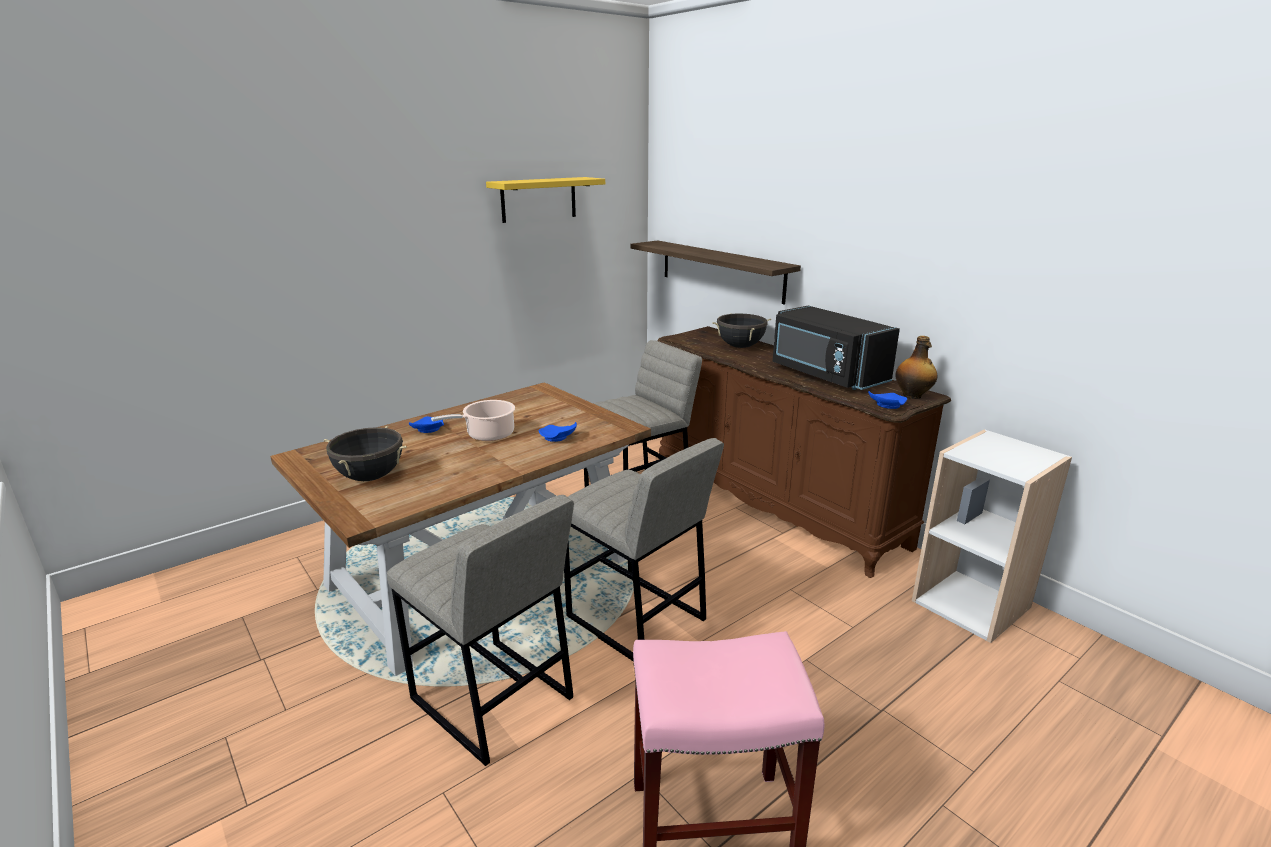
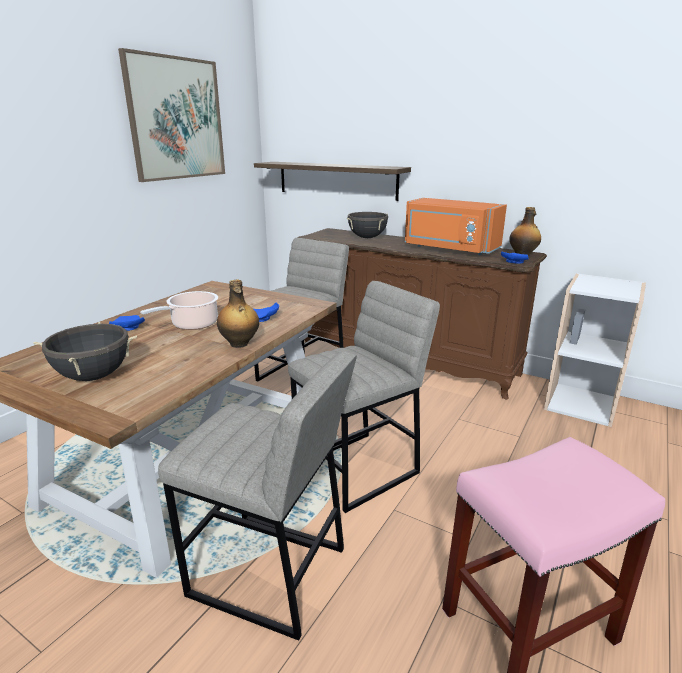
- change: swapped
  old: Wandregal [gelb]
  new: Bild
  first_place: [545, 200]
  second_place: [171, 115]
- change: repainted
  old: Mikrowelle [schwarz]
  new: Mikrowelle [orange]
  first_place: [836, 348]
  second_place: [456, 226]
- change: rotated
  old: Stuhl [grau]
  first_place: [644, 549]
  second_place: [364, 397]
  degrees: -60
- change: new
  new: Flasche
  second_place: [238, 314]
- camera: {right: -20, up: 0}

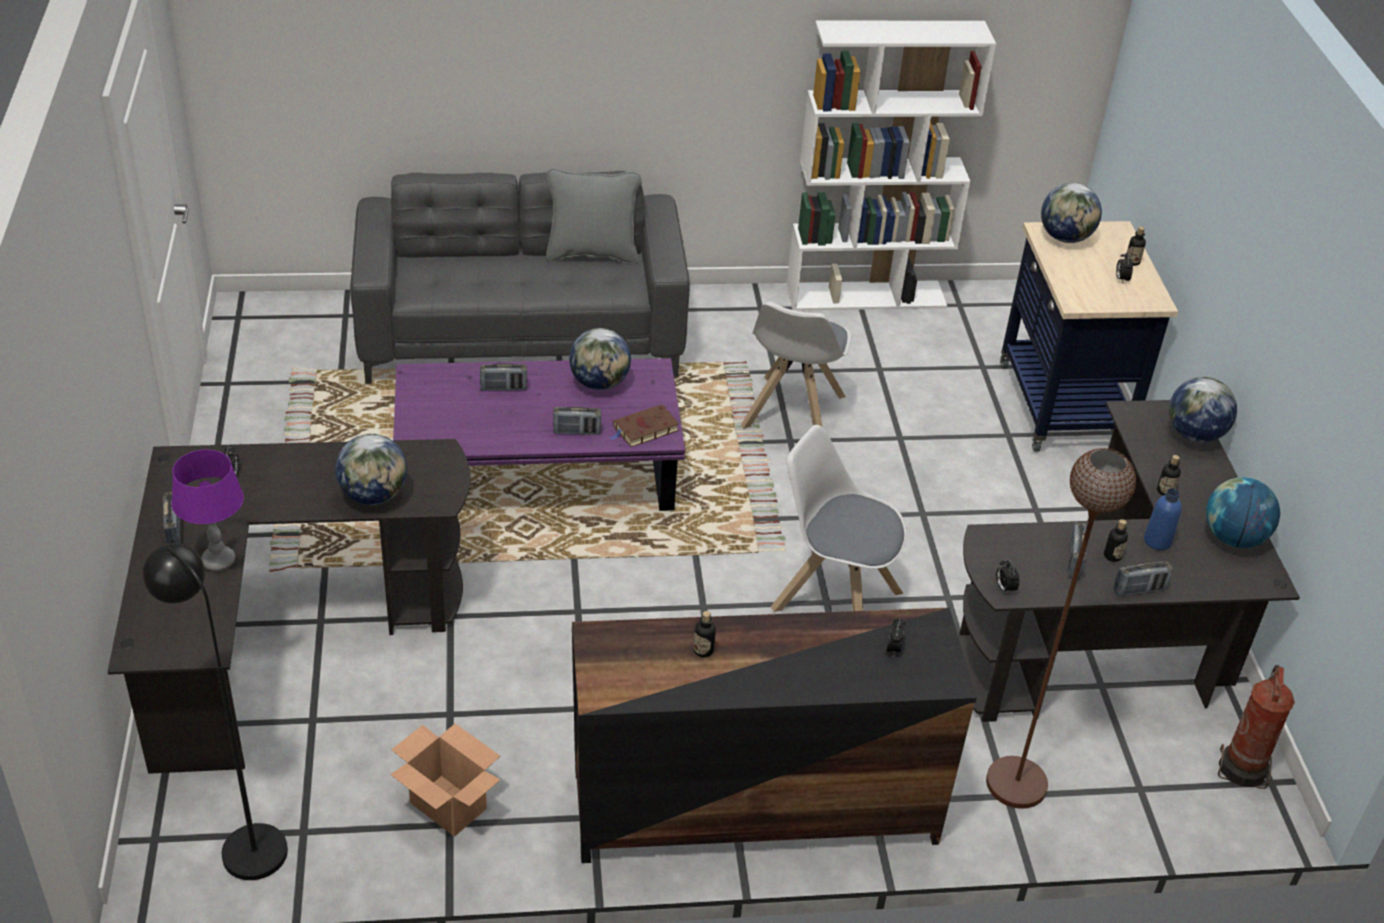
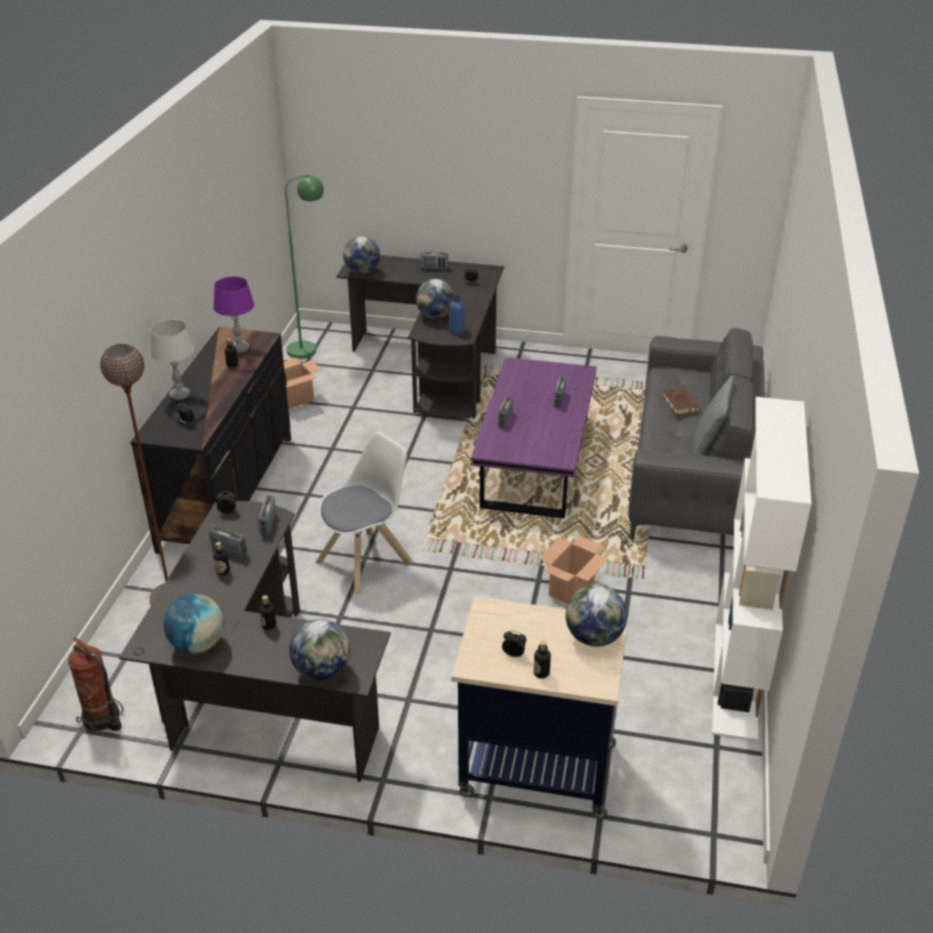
- change: swapped
  old: Stuhl
  new: Karton
  first_place: [796, 365]
  second_place: [573, 570]
- change: shifted
  old: Globus
  first_place: [600, 359]
  second_place: [361, 255]
- change: shifted
  old: Buch [braun]
  first_place: [644, 425]
  second_place: [681, 401]
- change: shifted
  old: Tischlampe [lila]
  first_place: [207, 510]
  second_place: [233, 315]
- change: shifted
  old: Flasche [blau]
  first_place: [1163, 519]
  second_place: [457, 314]
- change: repainted
  old: Stehlampe [schwarz]
  new: Stehlampe [grün]
  first_place: [215, 711]
  second_place: [304, 266]
- change: shifted
  old: Radio
  first_place: [1143, 578]
  second_place: [267, 515]
- change: new
  new: Tischlampe [grau]
  second_place: [172, 360]
- camera: {right: 110, up: -5}

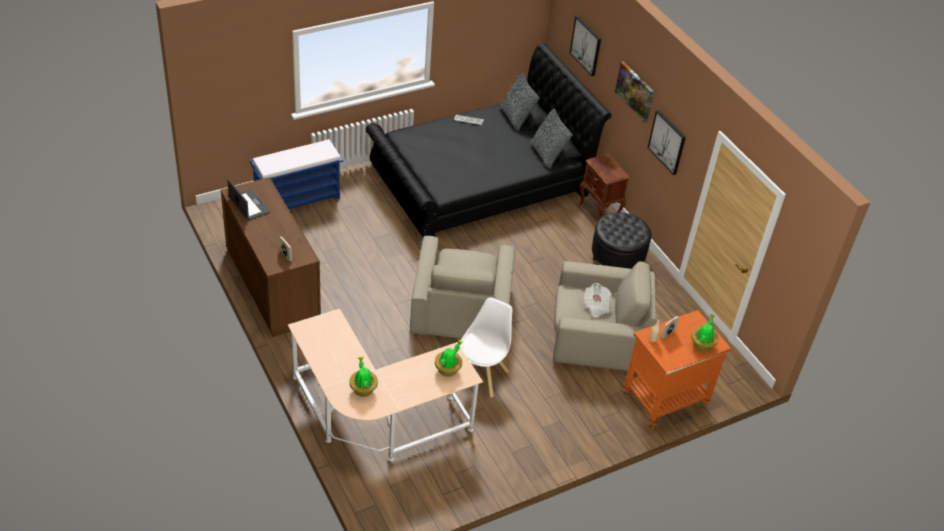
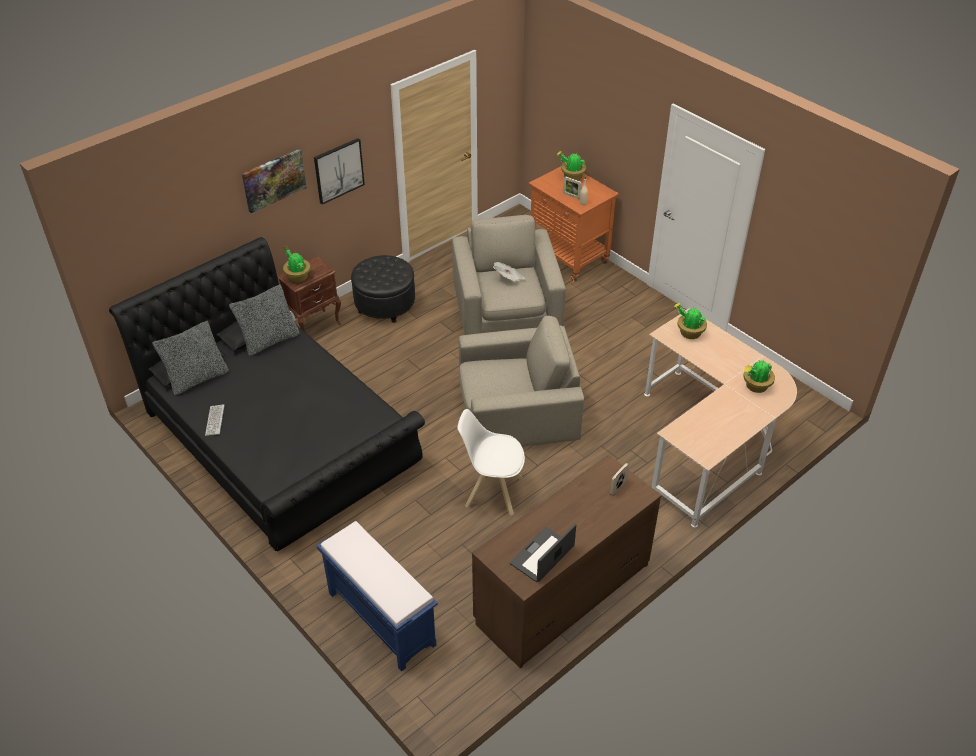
- change: gone
  old: Bild
  first_place: [585, 46]
- change: shifted
  old: Stuhl [weiß]
  first_place: [486, 348]
  second_place: [491, 462]
- change: new
  new: Topfpflanze
  second_place: [297, 263]
- camera: {right: -100, up: 0}

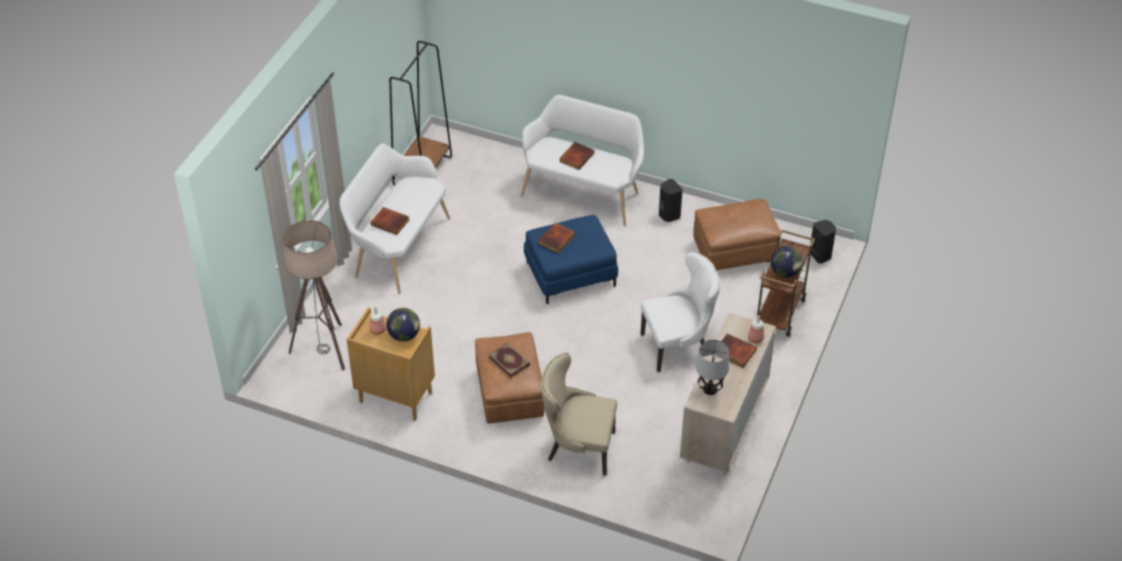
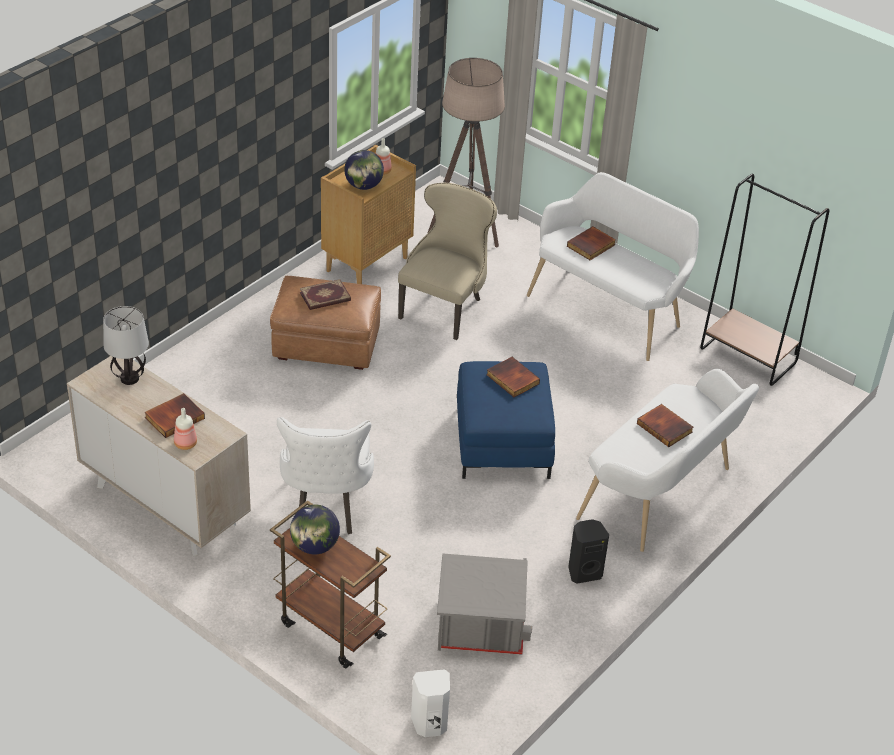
- change: swapped
  old: Polsterhocker [braun]
  new: Aufbewahrungsbox [grau]
  first_place: [737, 235]
  second_place: [484, 604]
- change: repainted
  old: Lautsprecher [schwarz]
  new: Lautsprecher [weiß]
  first_place: [823, 242]
  second_place: [430, 703]
- change: shifted
  old: Stuhl [beige]
  first_place: [579, 414]
  second_place: [447, 261]
- camera: {right: 105, up: -5}

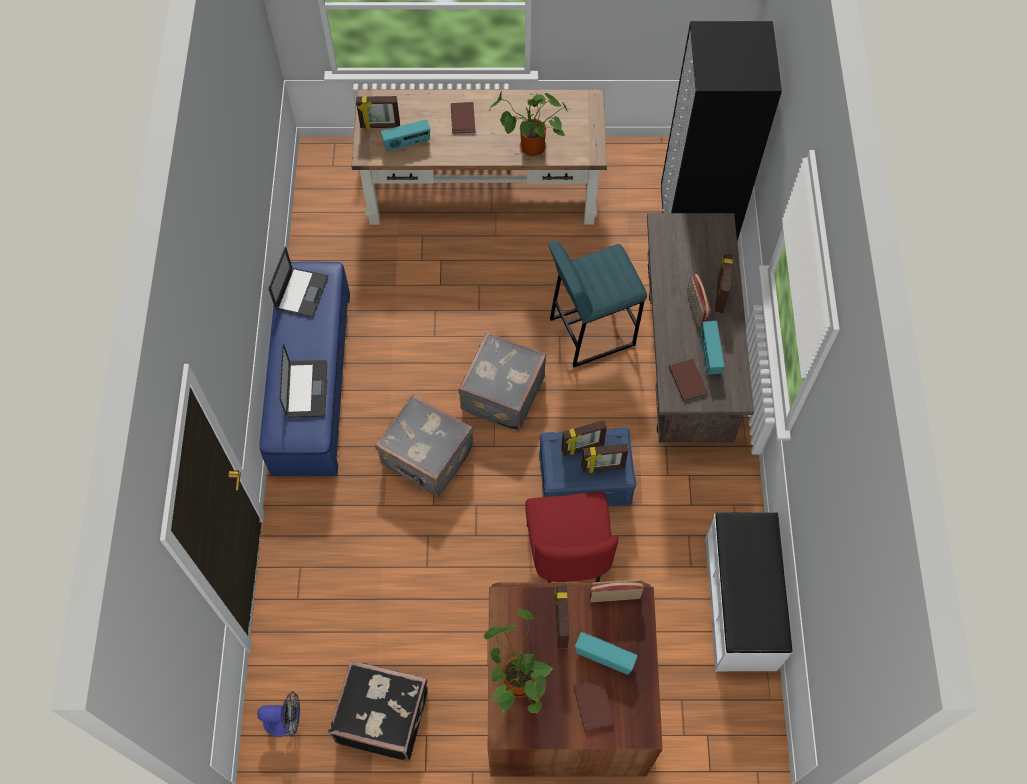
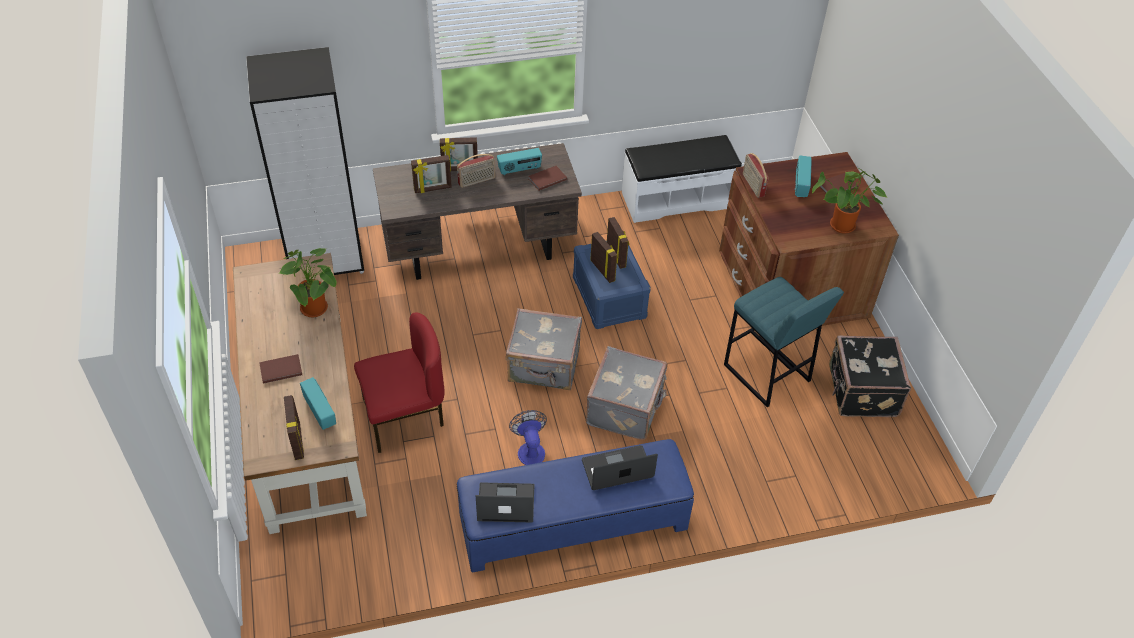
- change: shifted
  old: Hocker [türkis]
  first_place: [597, 303]
  second_place: [784, 342]
- change: shifted
  old: Stuhl [rot]
  first_place: [572, 536]
  second_place: [399, 382]
- change: shifted
  old: Bilderrahmen
  first_place: [562, 617]
  second_place: [431, 174]
- change: shifted
  old: Ventilator
  first_place: [278, 714]
  second_place: [528, 437]
- camera: {right: -105, up: -15}

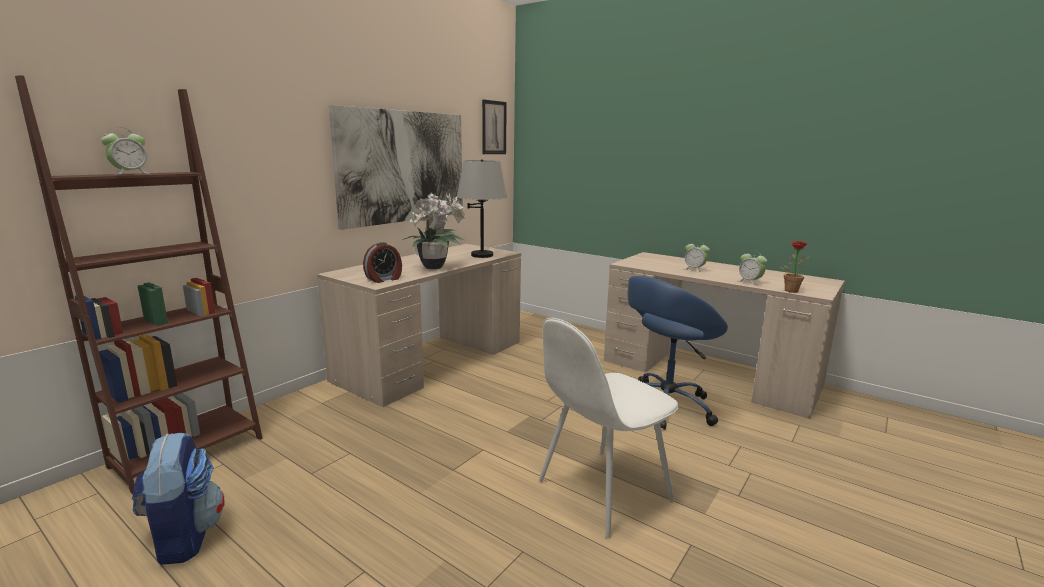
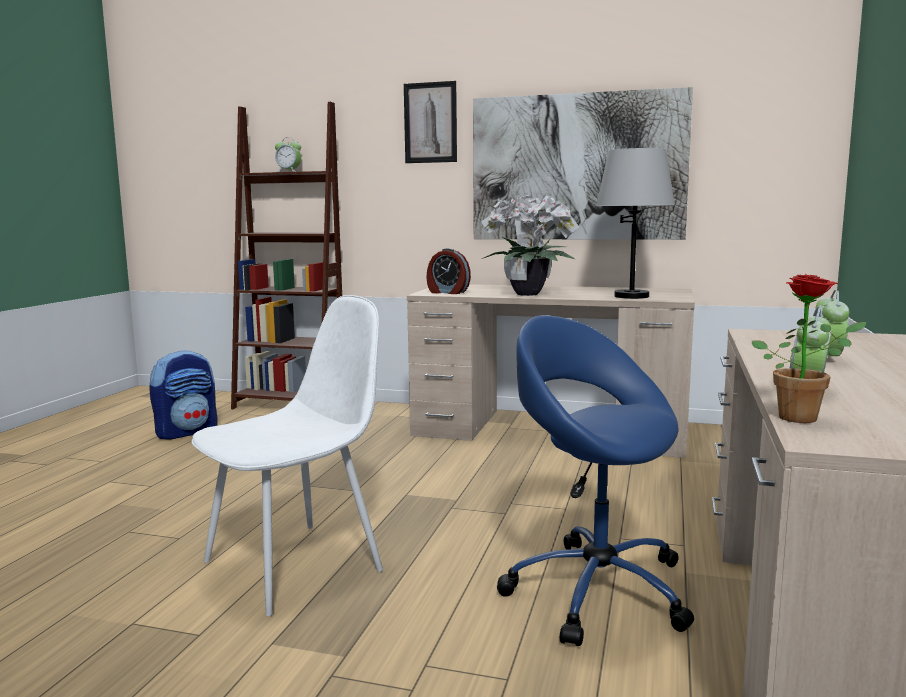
- change: shifted
  old: Bild
  first_place: [494, 126]
  second_place: [430, 122]
- change: rotated
  old: Stuhl [weiß]
  first_place: [608, 428]
  second_place: [287, 455]
  degrees: 105
- camera: {right: 70, up: -5}

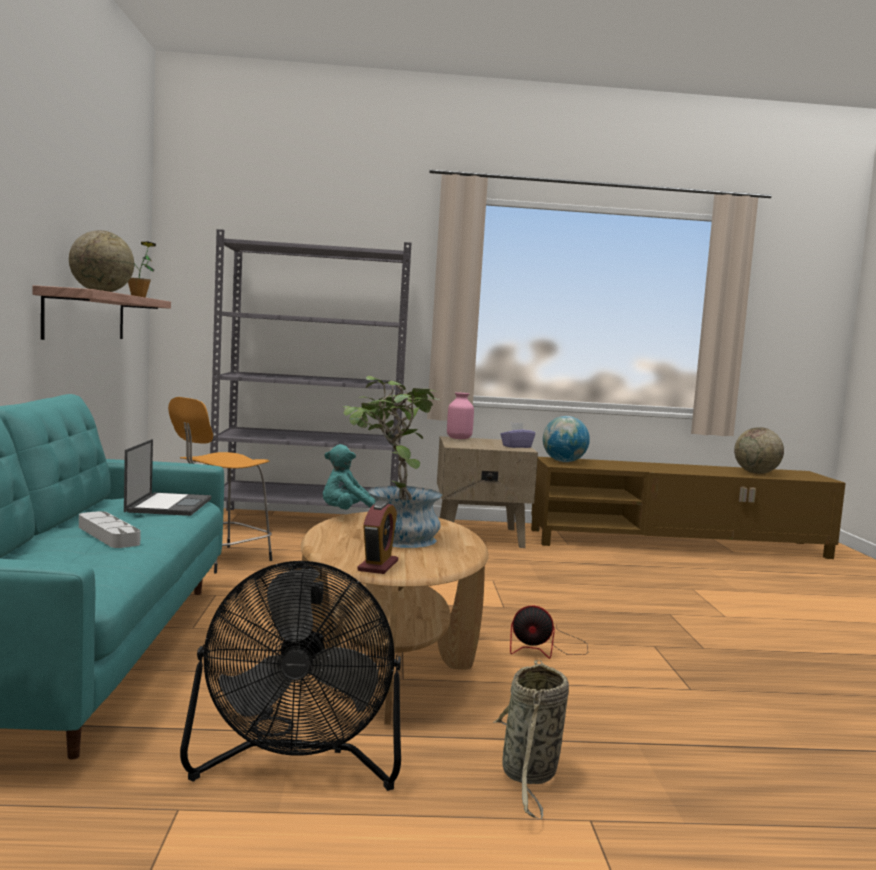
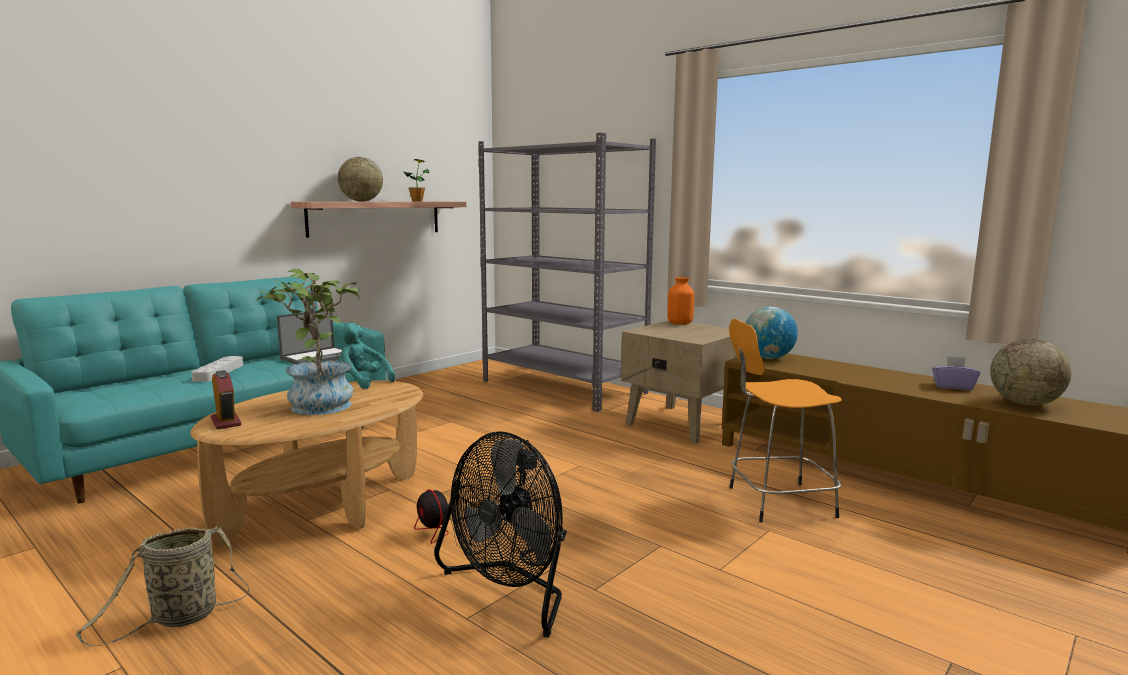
- change: repainted
  old: Vase [rosa]
  new: Vase [orange]
  first_place: [460, 415]
  second_place: [680, 301]
- change: shifted
  old: Hocker [orange]
  first_place: [220, 485]
  second_place: [785, 421]
- change: shifted
  old: Taschentuchbox [lila]
  first_place: [517, 435]
  second_place: [956, 373]
- change: rotated
  old: Wecker
  first_place: [377, 537]
  second_place: [226, 399]
  degrees: -90
- change: shifted
  old: Ventilator [schwarz]
  first_place: [290, 676]
  second_place: [500, 535]
- camera: {right: 45, up: 5}

